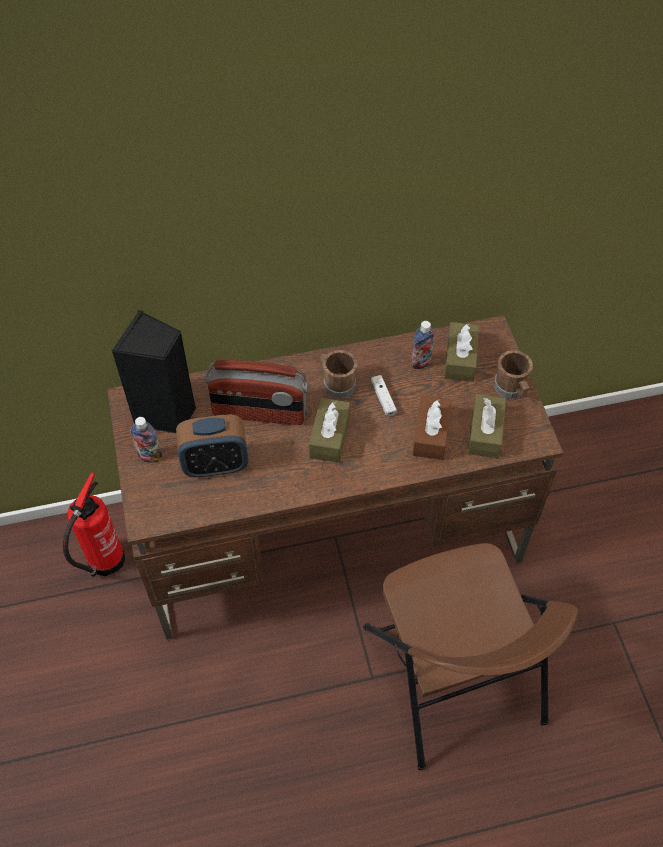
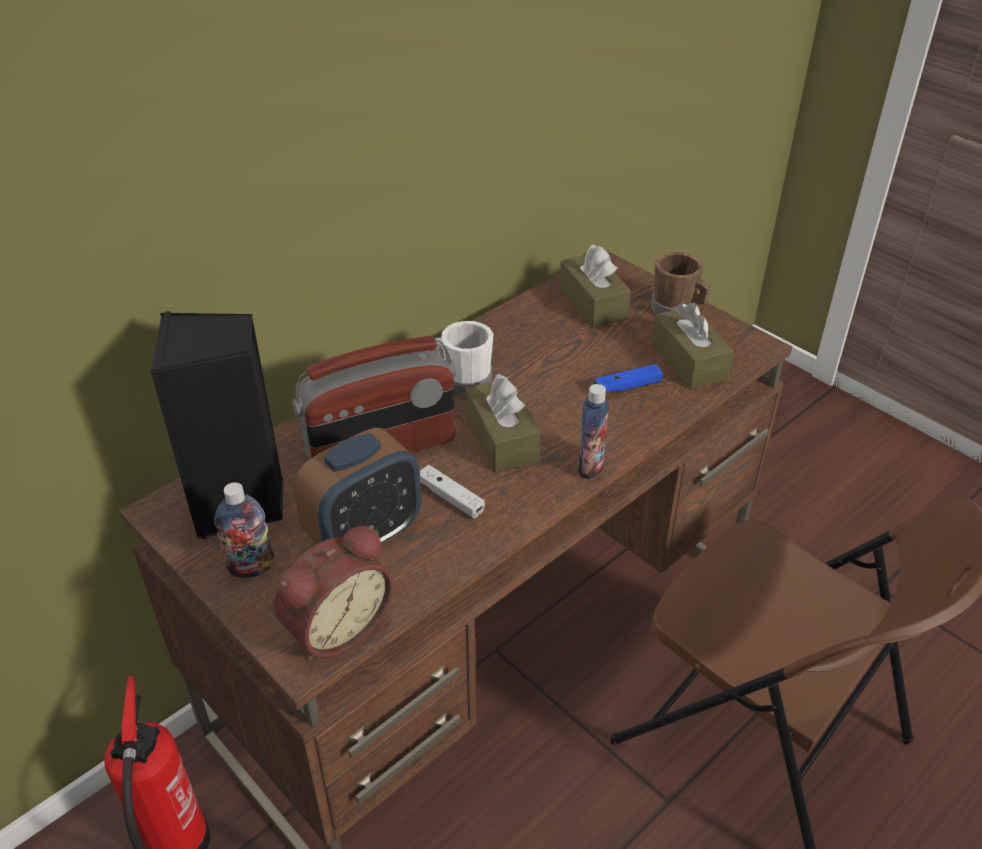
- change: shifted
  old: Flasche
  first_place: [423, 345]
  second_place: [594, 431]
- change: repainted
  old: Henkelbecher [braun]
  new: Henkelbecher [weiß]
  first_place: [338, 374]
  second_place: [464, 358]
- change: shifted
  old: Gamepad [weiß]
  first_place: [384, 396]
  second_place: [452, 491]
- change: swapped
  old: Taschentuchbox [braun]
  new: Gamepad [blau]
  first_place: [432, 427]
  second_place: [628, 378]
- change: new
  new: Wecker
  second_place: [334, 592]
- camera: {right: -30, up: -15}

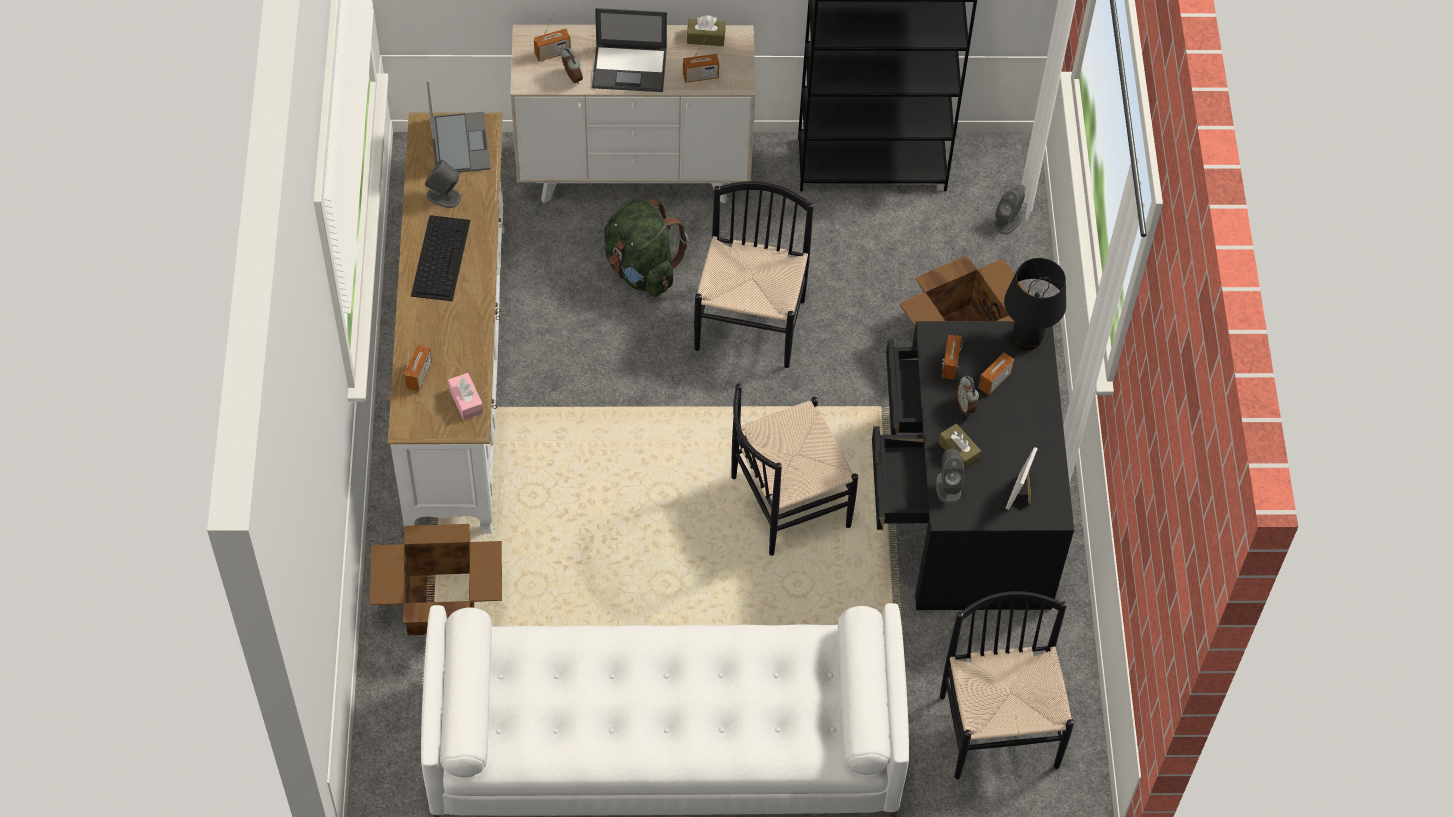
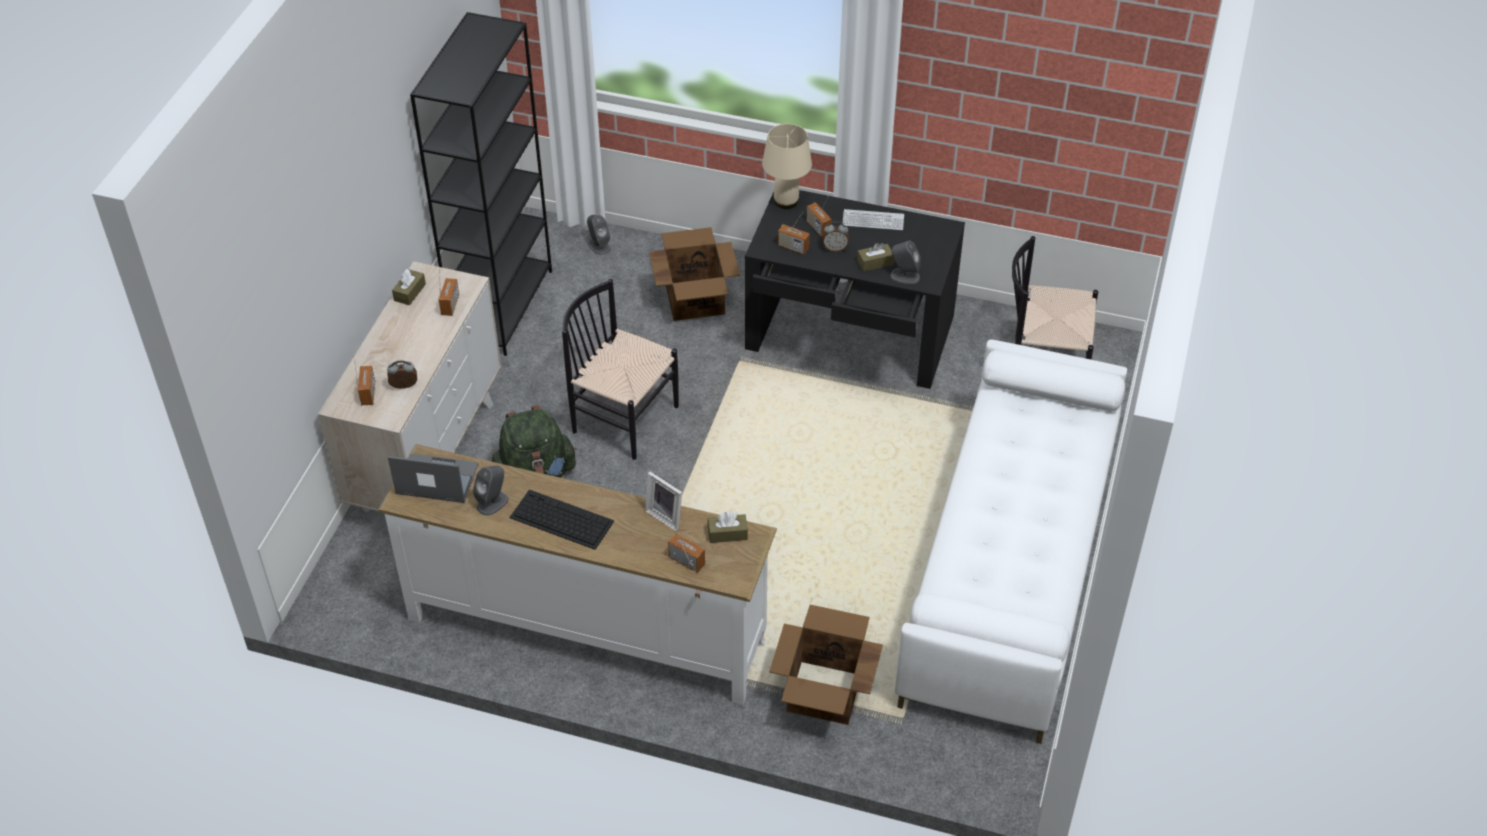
- change: gone
  old: Laptop
  first_place: [629, 50]
- change: repainted
  old: Tischlampe [schwarz]
  new: Tischlampe [beige]
  first_place: [1035, 304]
  second_place: [787, 166]
- change: repainted
  old: Taschentuchbox [rosa]
  new: Taschentuchbox [braun]
  first_place: [465, 396]
  second_place: [727, 527]
- change: gone
  old: Stuhl [schwarz]
  first_place: [794, 470]
- change: shifted
  old: Bilderrahmen
  first_place: [1022, 478]
  second_place: [663, 501]
- change: new
  new: Tastatur
  second_place: [873, 219]
- camera: {right: -70, up: -10}

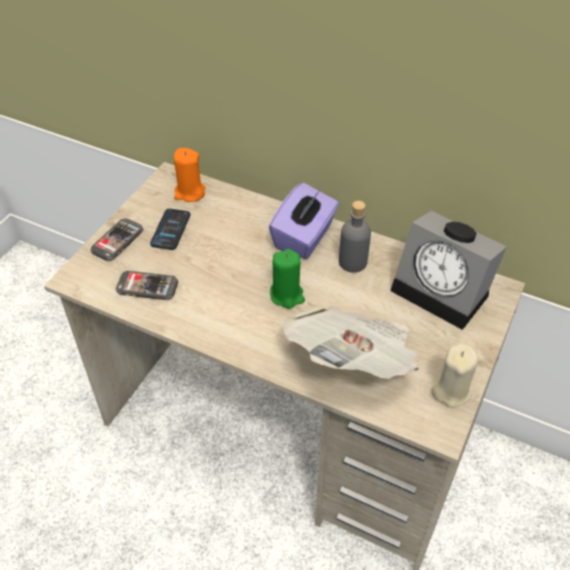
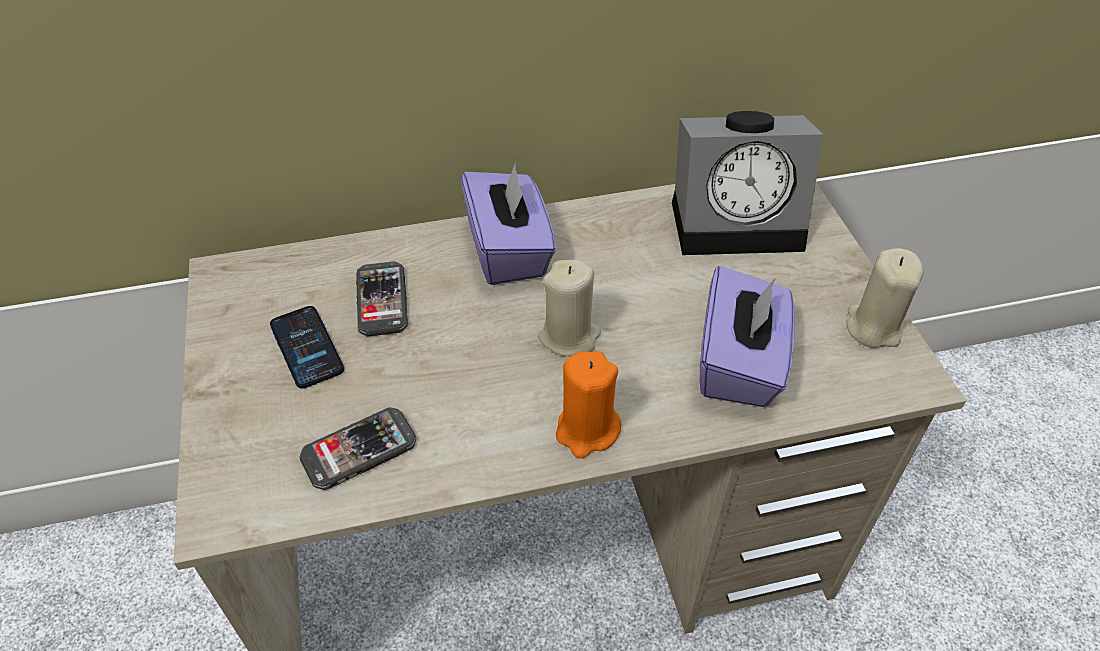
- change: shifted
  old: Kerze [orange]
  first_place: [189, 175]
  second_place: [588, 405]
- change: gone
  old: Flasche [grau]
  first_place: [355, 237]
- change: shifted
  old: Handy
  first_place: [117, 239]
  second_place: [382, 299]
- change: repainted
  old: Kerze [grün]
  new: Kerze [beige]
  first_place: [287, 279]
  second_place: [569, 308]
- change: swapped
  old: Zeitung
  new: Taschentuchbox [lila]
  first_place: [350, 342]
  second_place: [747, 336]
- camera: {right: -40, up: 0}

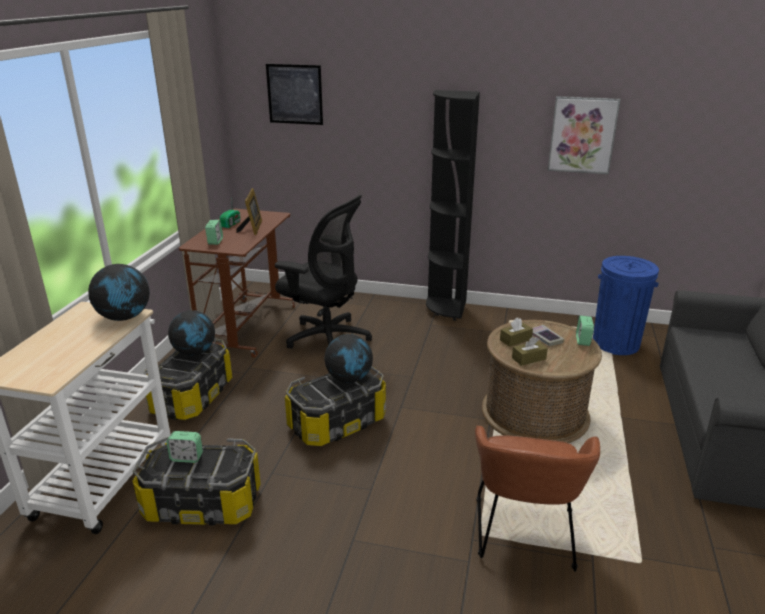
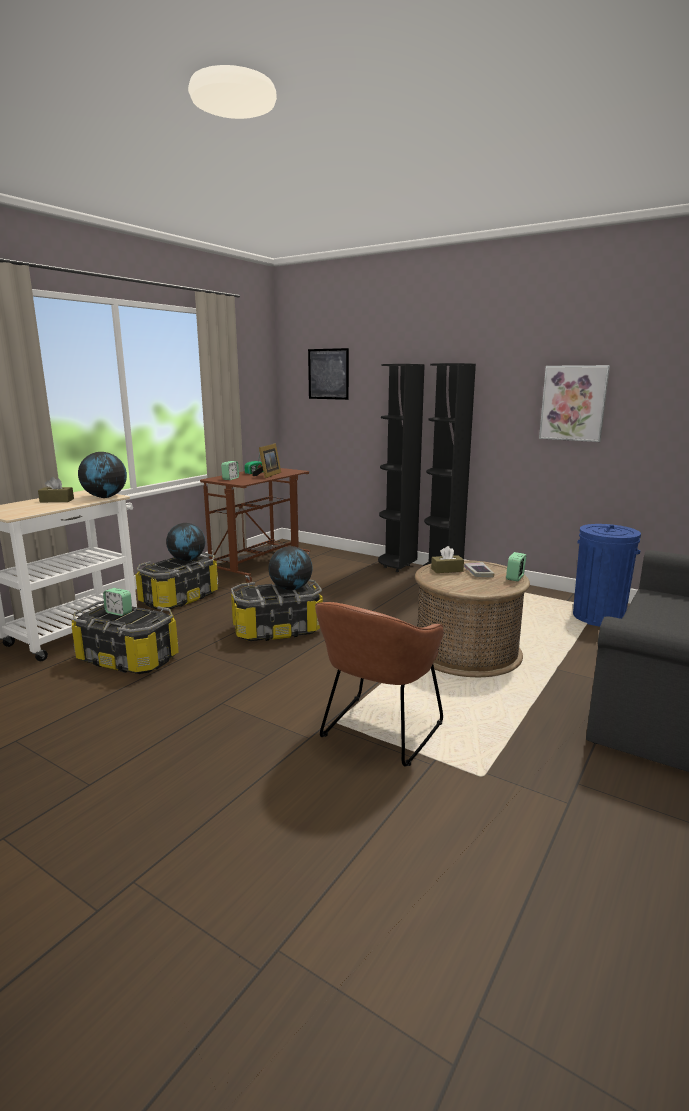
- change: gone
  old: Bürostuhl [schwarz]
  first_place: [323, 272]
- change: shifted
  old: Taschentuchbox [braun]
  first_place: [530, 351]
  second_place: [56, 489]
- change: new
  new: Bücherregal [schwarz]
  second_place: [401, 468]
- camera: {right: 20, up: -10}

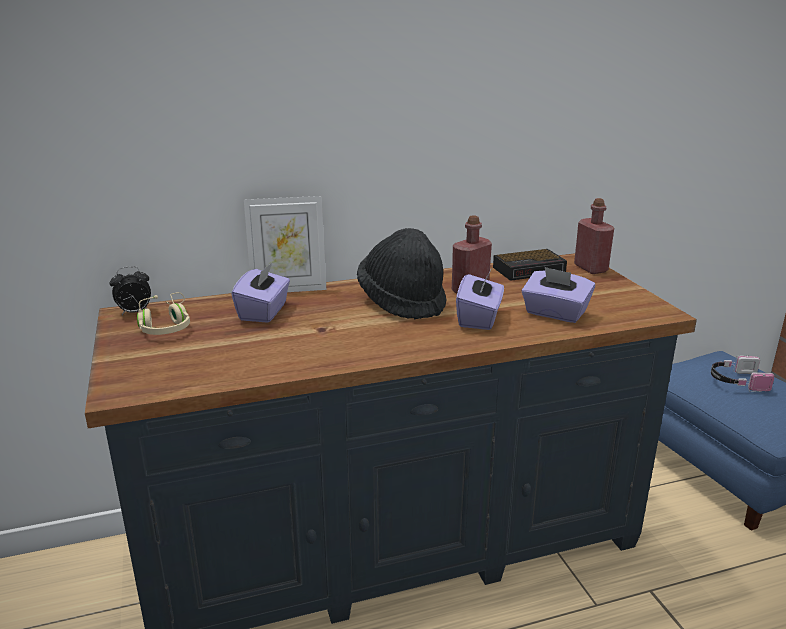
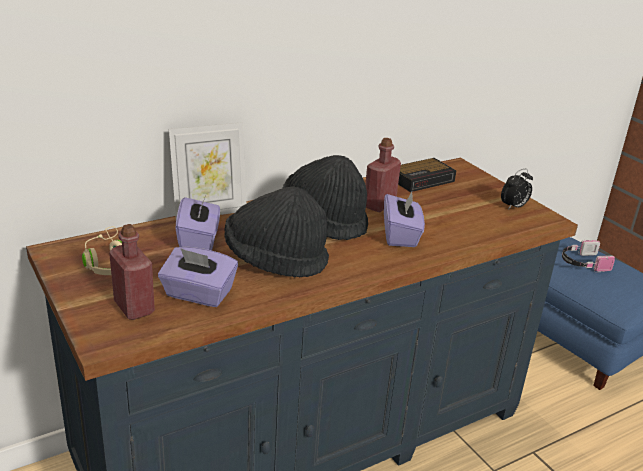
- change: shifted
  old: Flasche [rot]
  first_place: [594, 236]
  second_place: [132, 272]
- change: shifted
  old: Wecker
  first_place: [130, 290]
  second_place: [517, 189]
- change: shifted
  old: Taschentuchbox [lila]
  first_place: [558, 295]
  second_place: [198, 277]
- change: new
  new: Hut [schwarz]
  second_place: [276, 231]
- camera: {right: -15, up: 5}

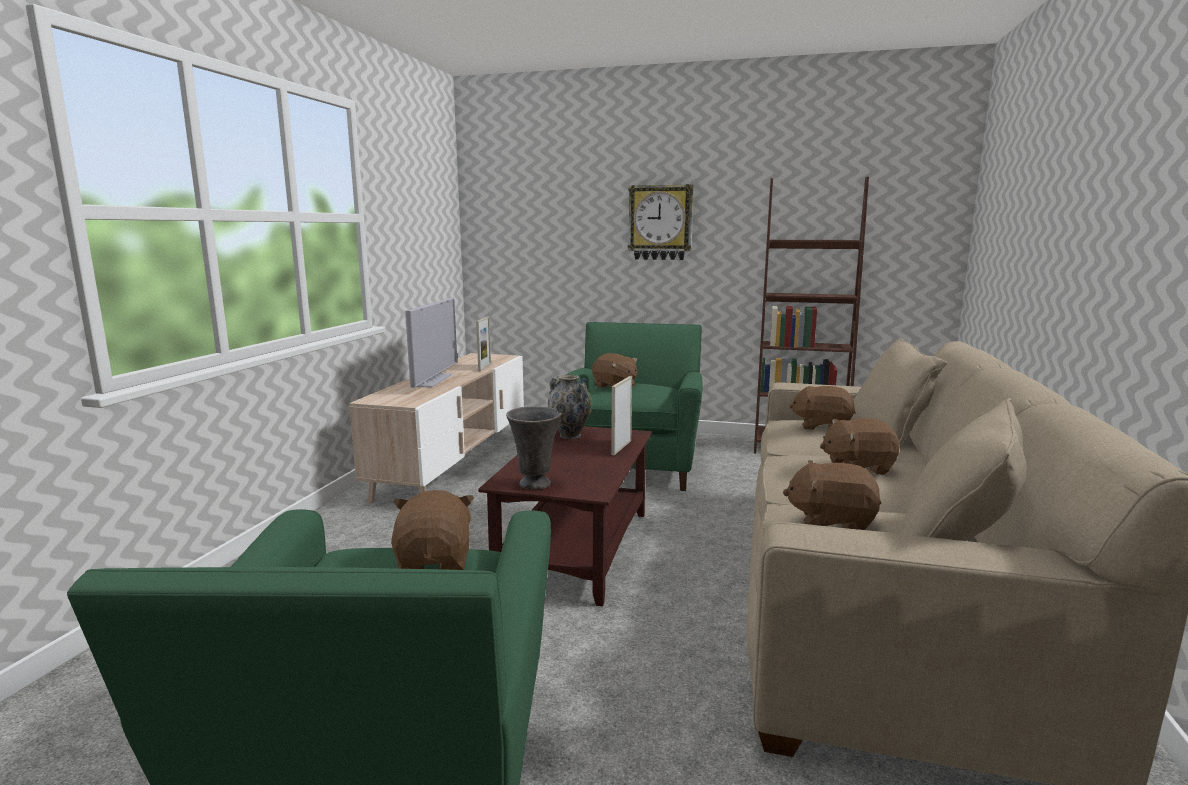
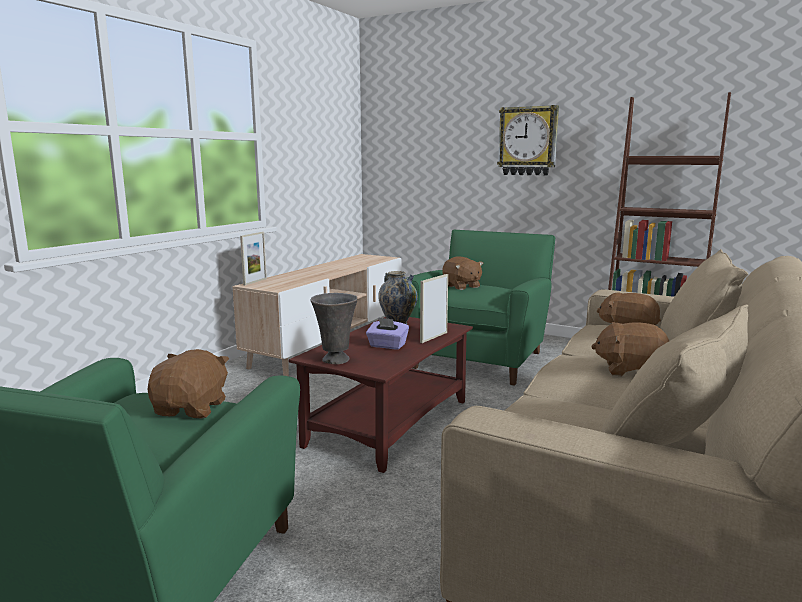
- change: gone
  old: Fernseher
  first_place: [431, 343]
- change: shifted
  old: Bilderrahmen
  first_place: [483, 344]
  second_place: [253, 258]
- change: gone
  old: Plüschtier [braun]
  first_place: [832, 495]
- change: new
  new: Taschentuchbox [lila]
  second_place: [387, 333]
- camera: {right: 15, up: 0}

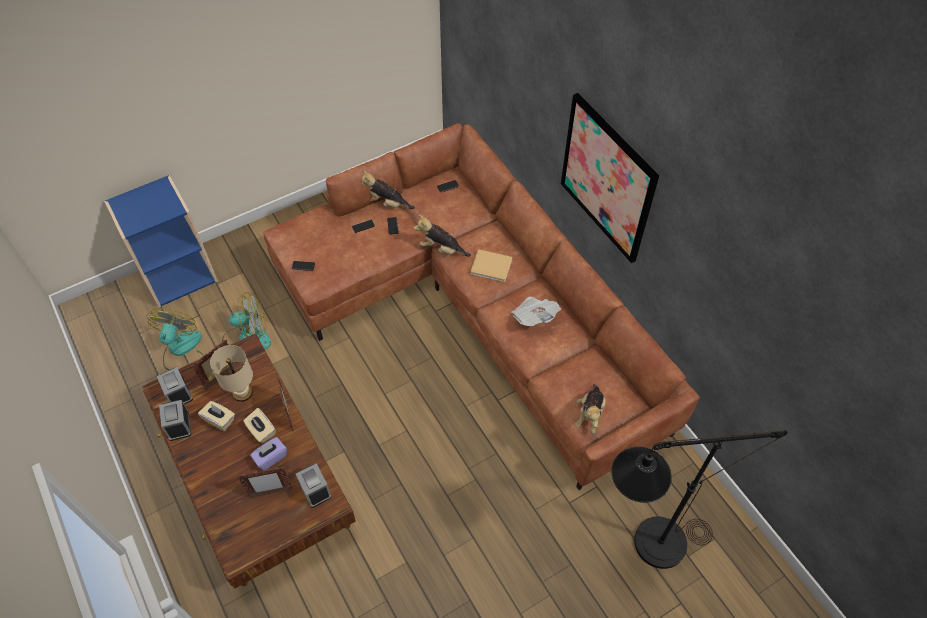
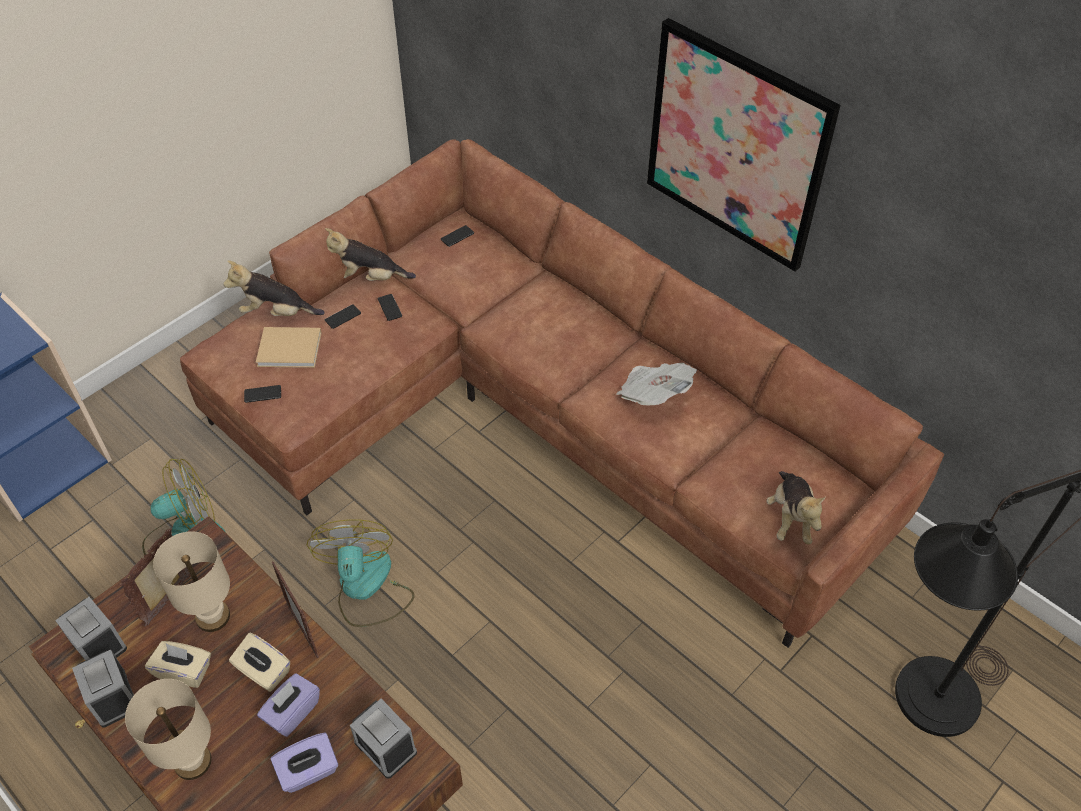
- change: shifted
  old: Plüschtier
  first_place: [442, 236]
  second_place: [274, 288]
- change: shifted
  old: Buch [beige]
  first_place: [491, 265]
  second_place: [289, 347]
- change: shifted
  old: Ventilator
  first_place: [175, 339]
  second_place: [360, 573]
- change: swapped
  old: Bilderrahmen
  new: Taschentuchbox [lila]
  first_place: [265, 482]
  second_place: [304, 762]
- change: new
  new: Tischlampe [beige]
  second_place: [168, 729]
- camera: {right: -15, up: -5}

